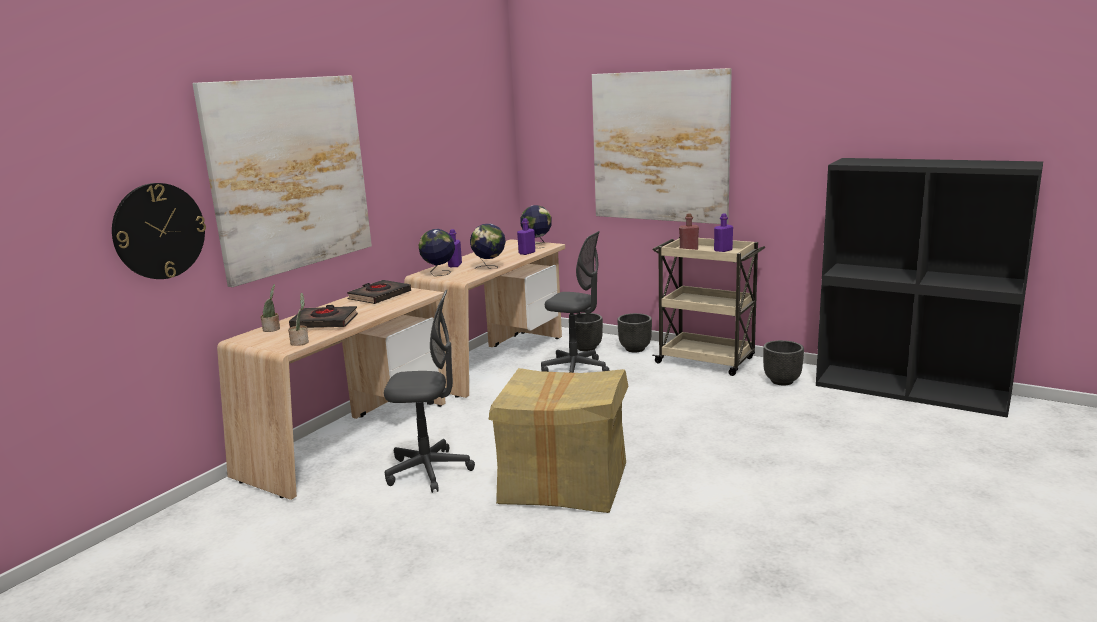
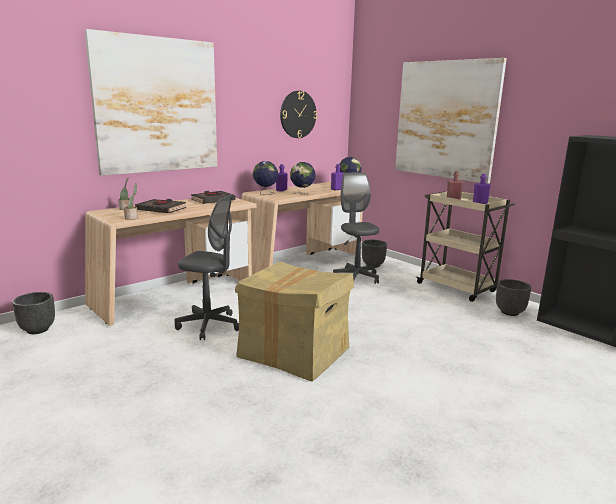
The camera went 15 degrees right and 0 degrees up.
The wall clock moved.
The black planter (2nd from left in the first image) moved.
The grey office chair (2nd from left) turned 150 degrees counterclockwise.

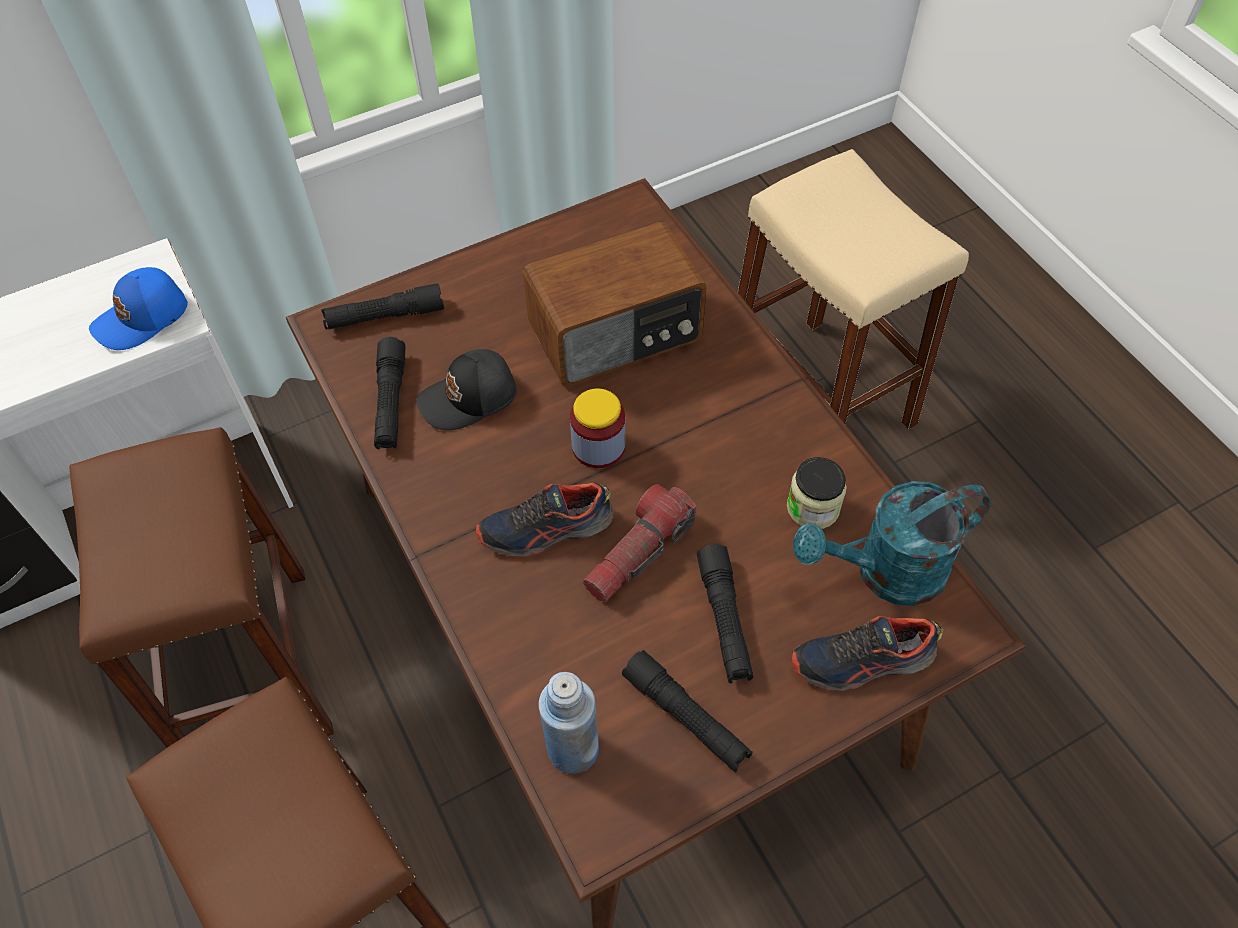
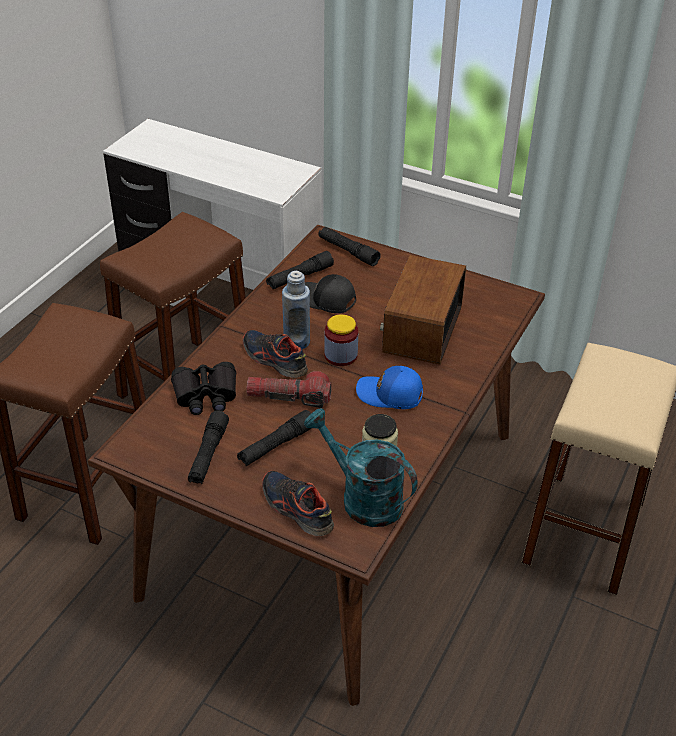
The camera went 55 degrees right and 15 degrees down.
The black binoculars appeared.
The blue cap moved.
The blue bottle moved.
The radio turned 75 degrees clockwise.

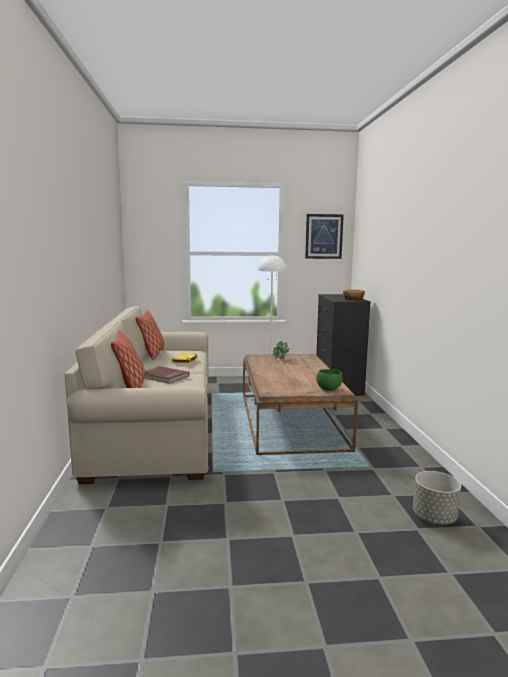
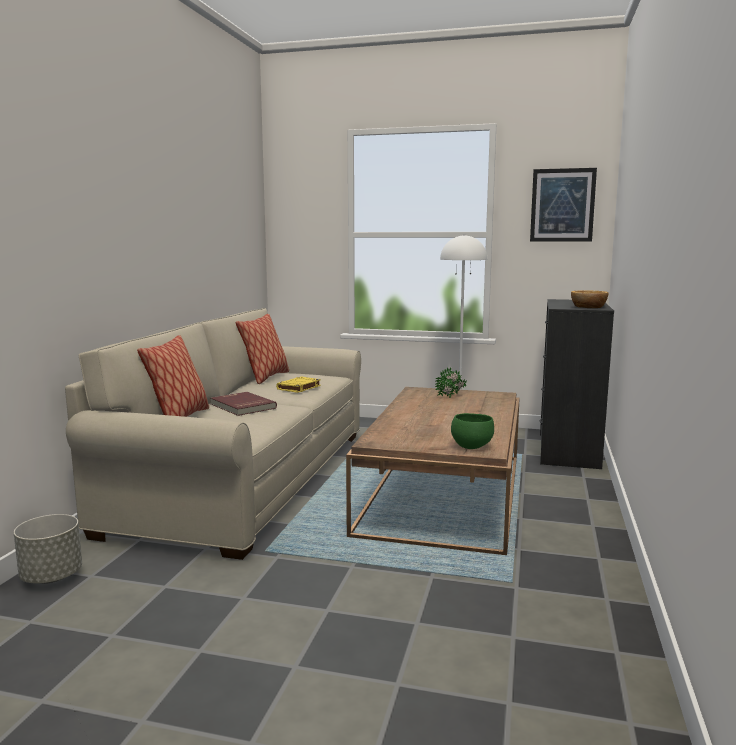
The camera went 20 degrees right and 0 degrees up.
The grey planter moved.

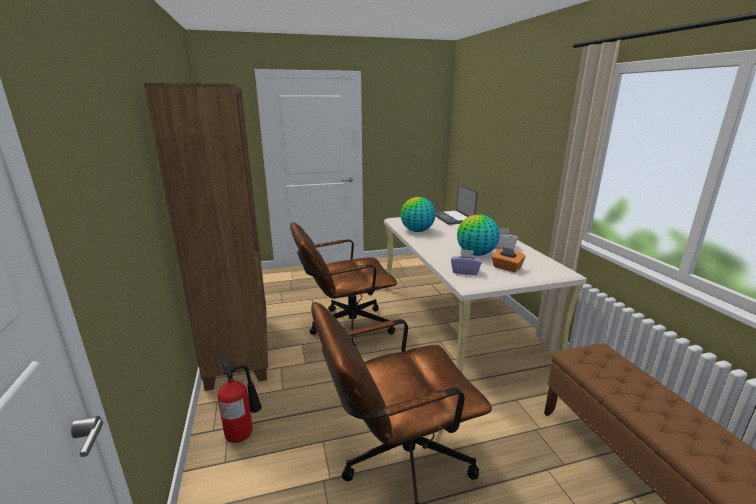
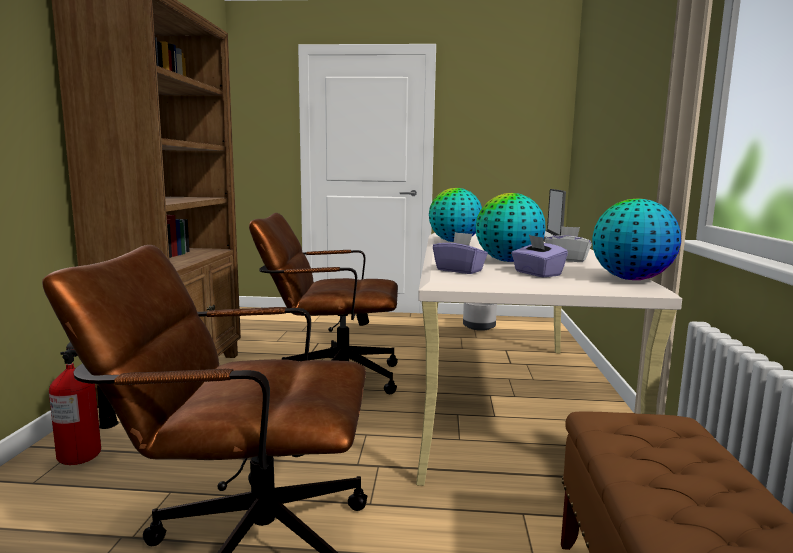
The camera went 20 degrees right and 10 degrees down.
The grey planter appeared.
The globe (3rd from left) appeared.
The orange tissue box became the purple tissue box (2nd from left).

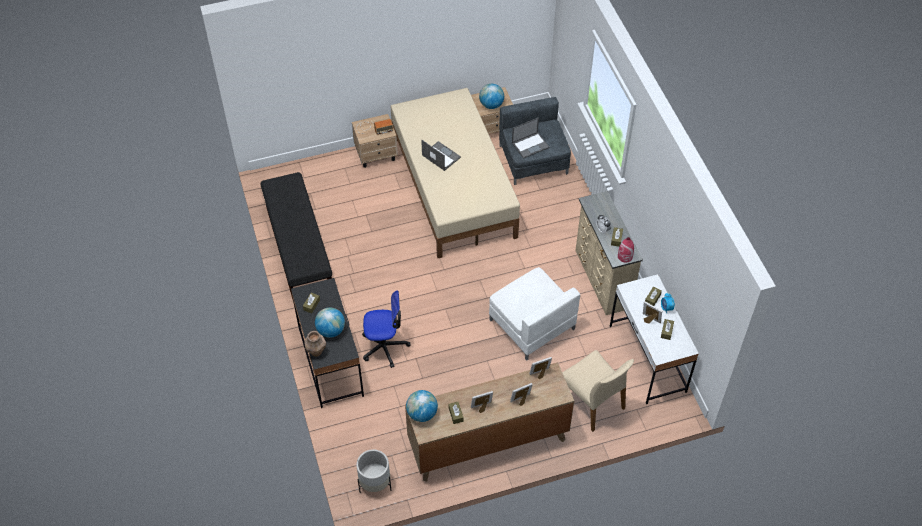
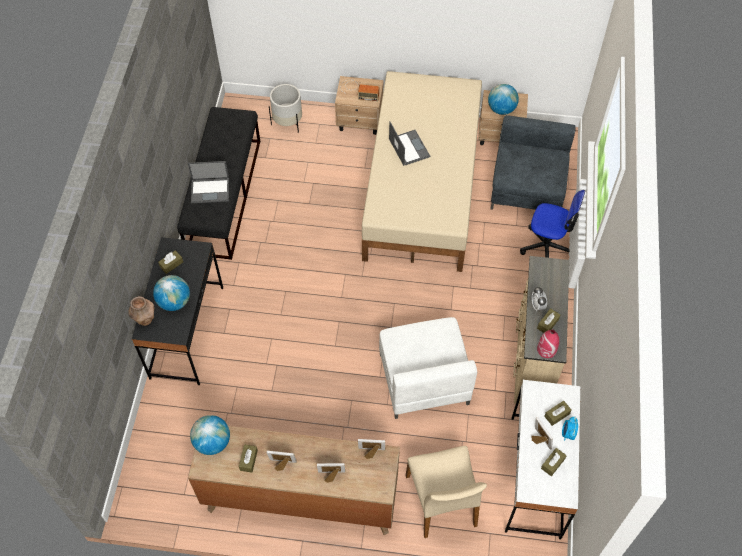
The camera went 25 degrees right and 5 degrees up.
The white planter moved.
The office chair moved.
The laptop (2nd from left in the first image) moved.

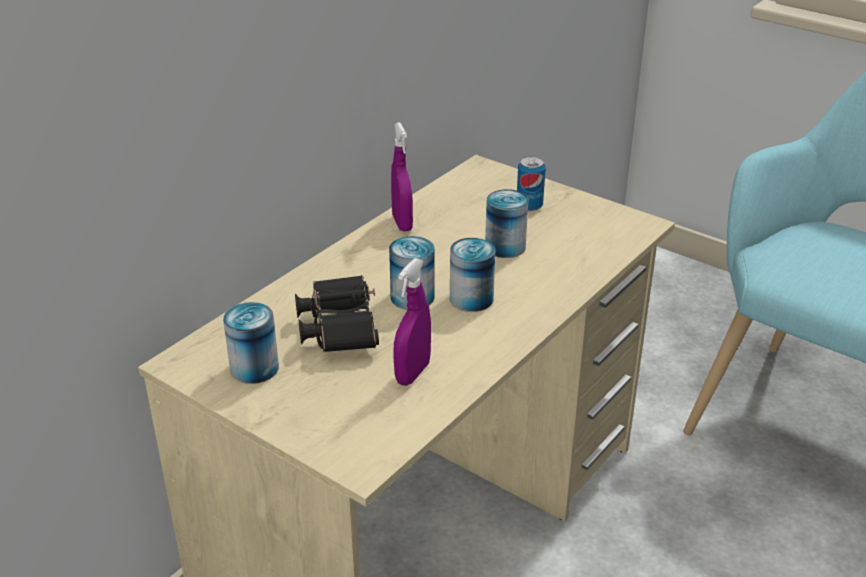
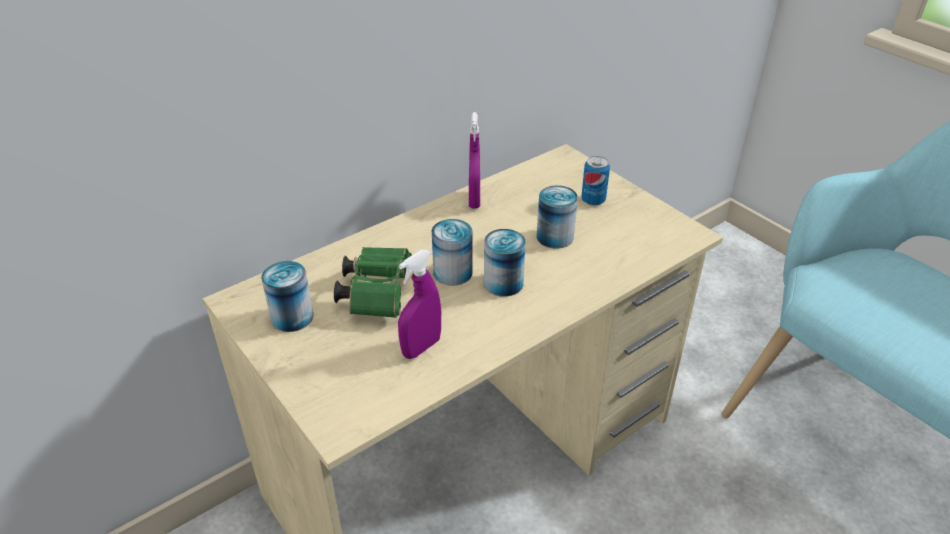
The camera went 15 degrees right and 5 degrees up.
The black binoculars became the green binoculars.

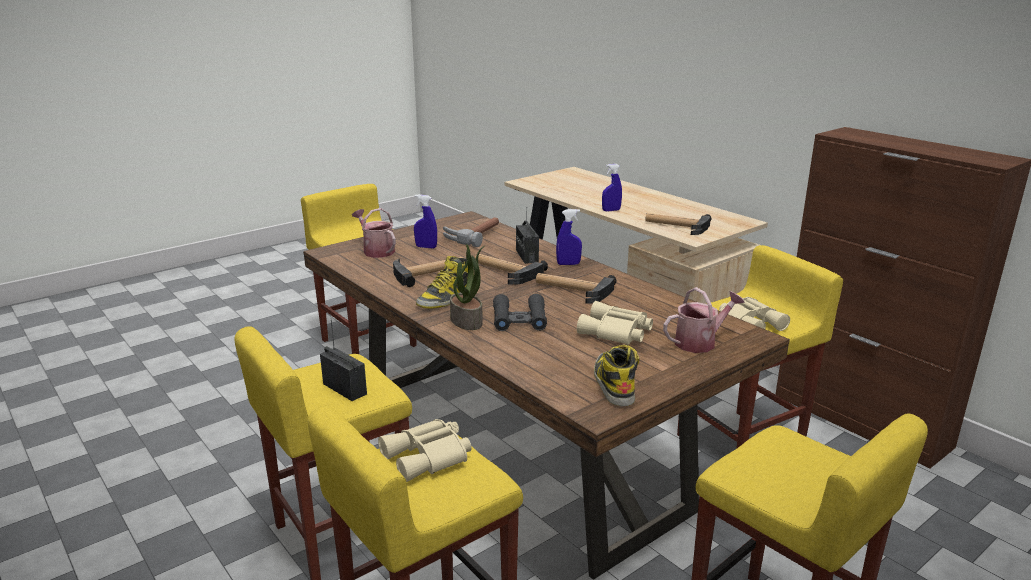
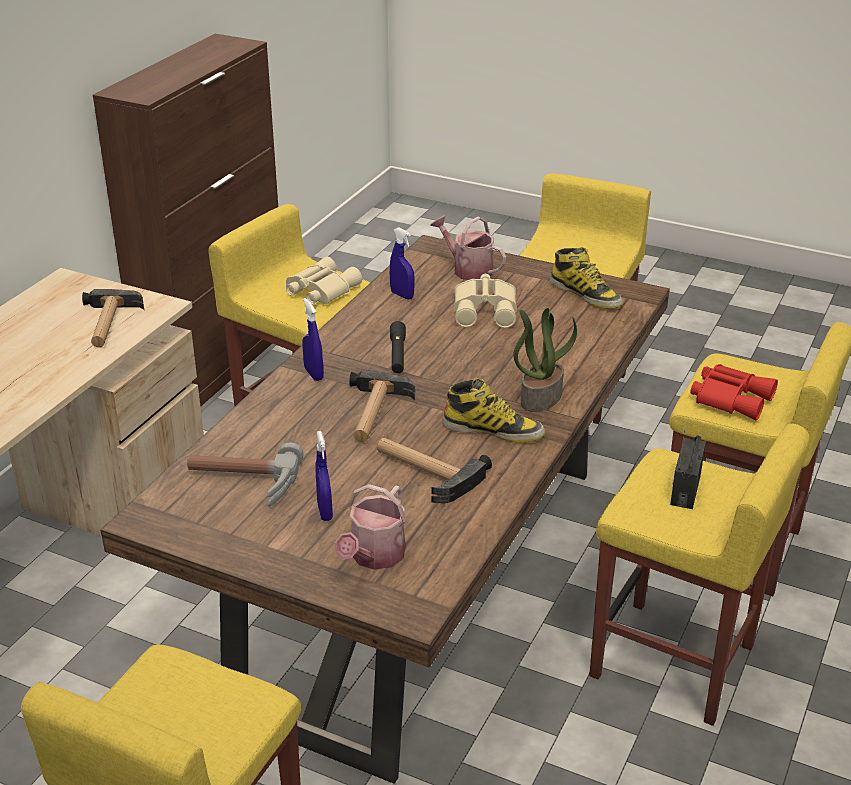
The camera went 115 degrees left and 10 degrees up.
The black binoculars disappeared.
The radio (2nd from left) disappeared.
The blue spray bottle (3rd from left) moved.
The hammer (4th from left) was replaced by the black flashlight.
The beige binoculars (1st from left) became the red binoculars.
The boot (2nd from left) turned 105 degrees counterclockwise.

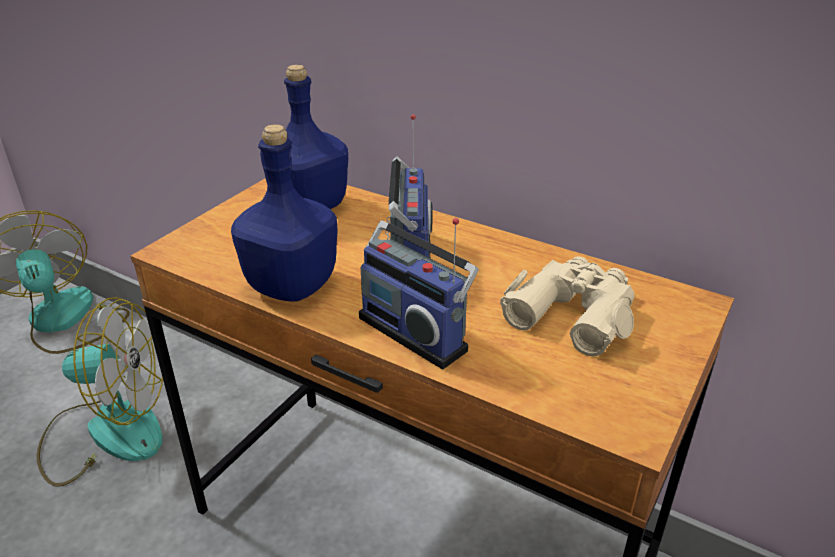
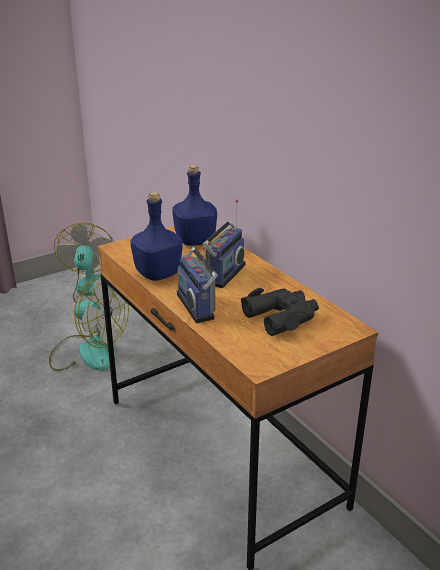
The camera went 25 degrees right and 5 degrees down.
The beige binoculars became the black binoculars.

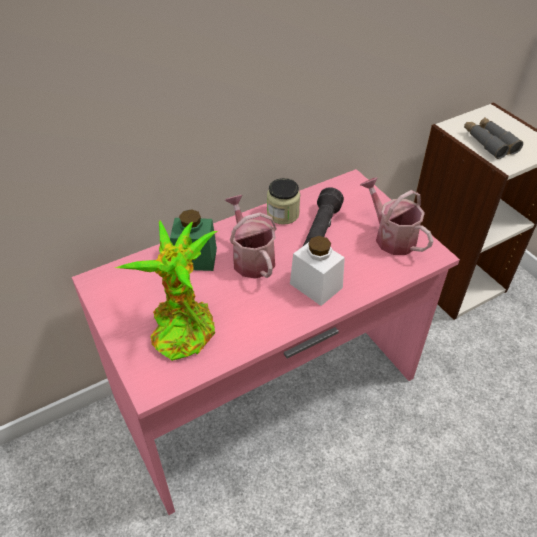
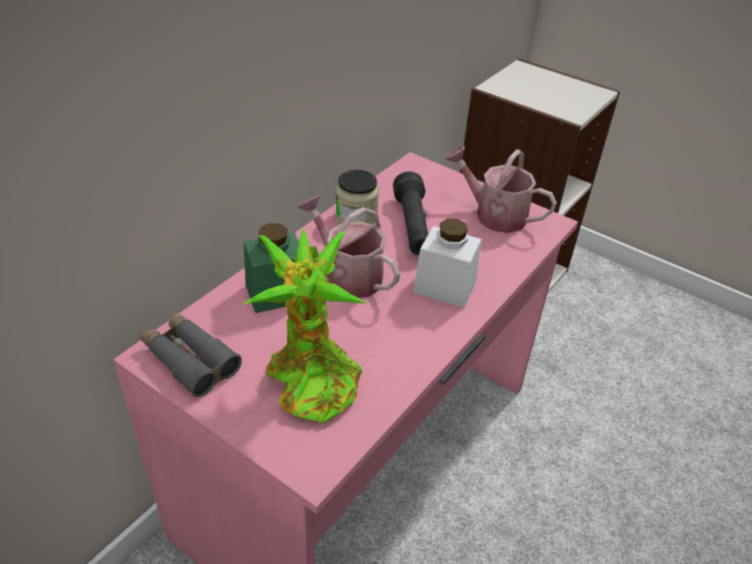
The camera went 25 degrees left and 5 degrees down.
The grey binoculars moved.

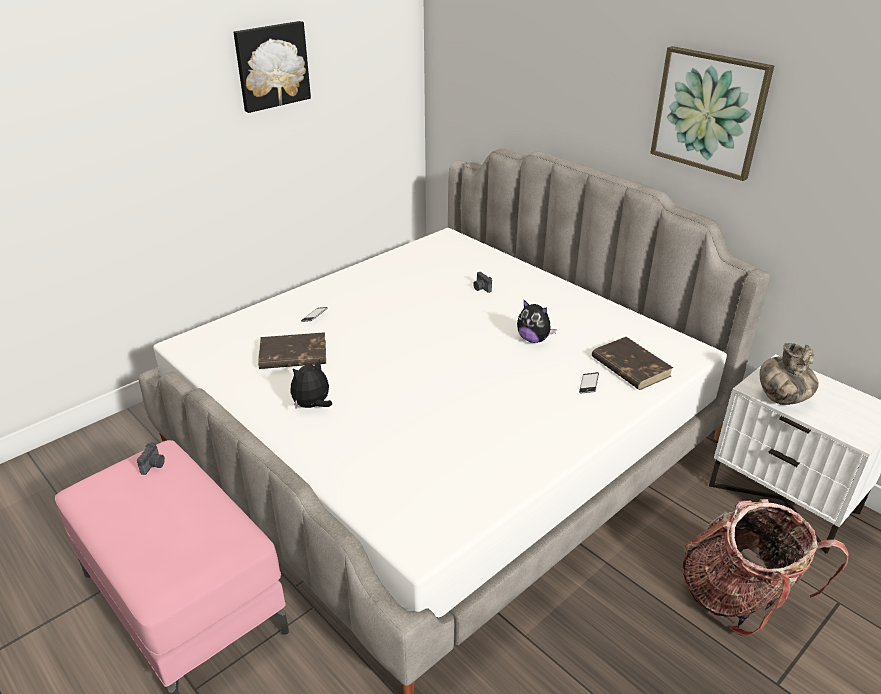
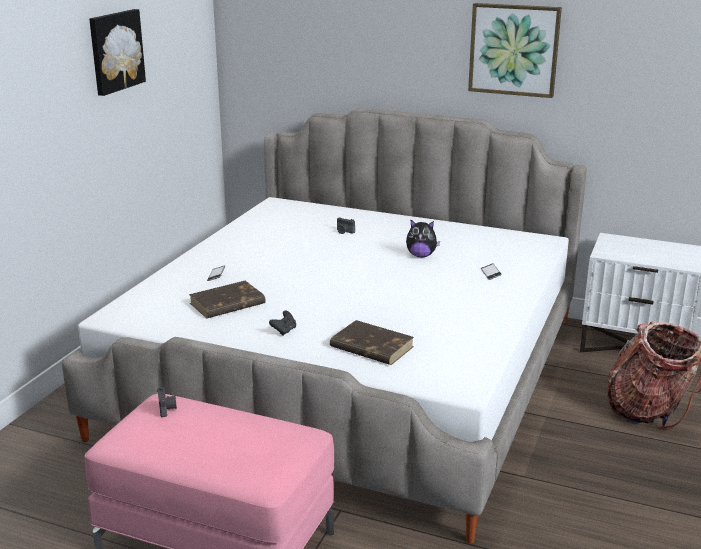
The camera went 25 degrees left and 10 degrees down.
The vase disappeared.
The brown book (2nd from left) moved.
The plush toy (1st from left) was replaced by the black game controller.

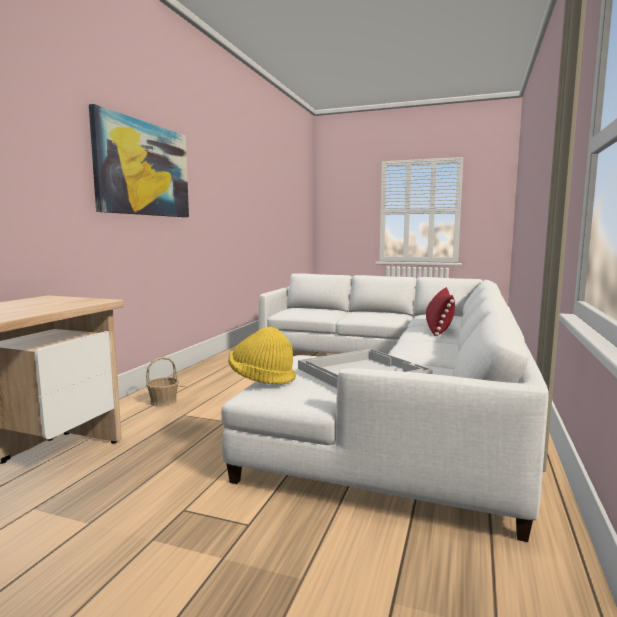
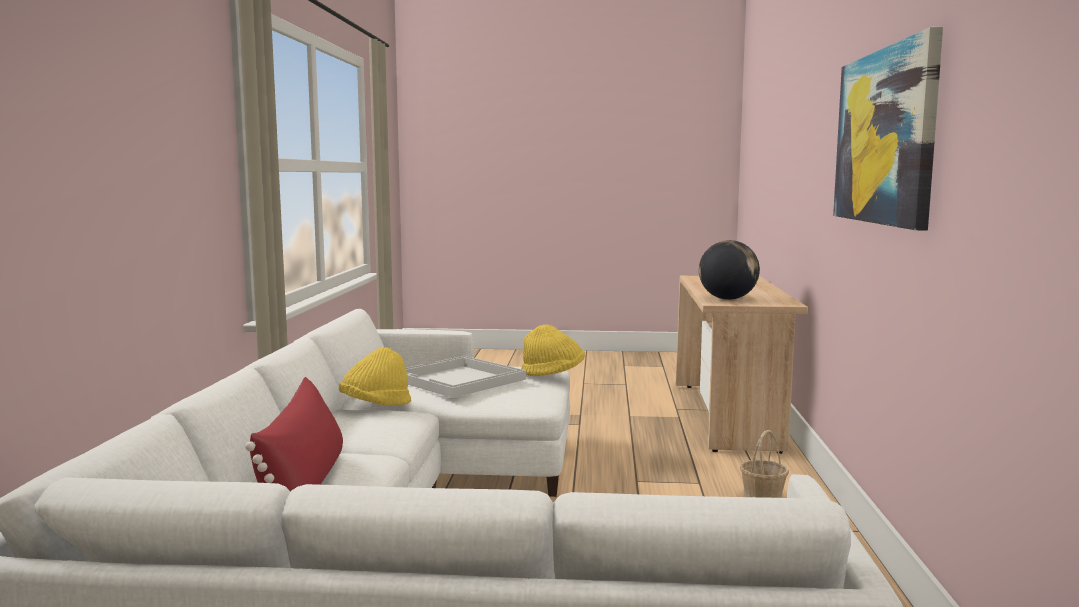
The camera went 165 degrees right and 0 degrees up.
The yellow hat (1st from left) appeared.
The globe appeared.

